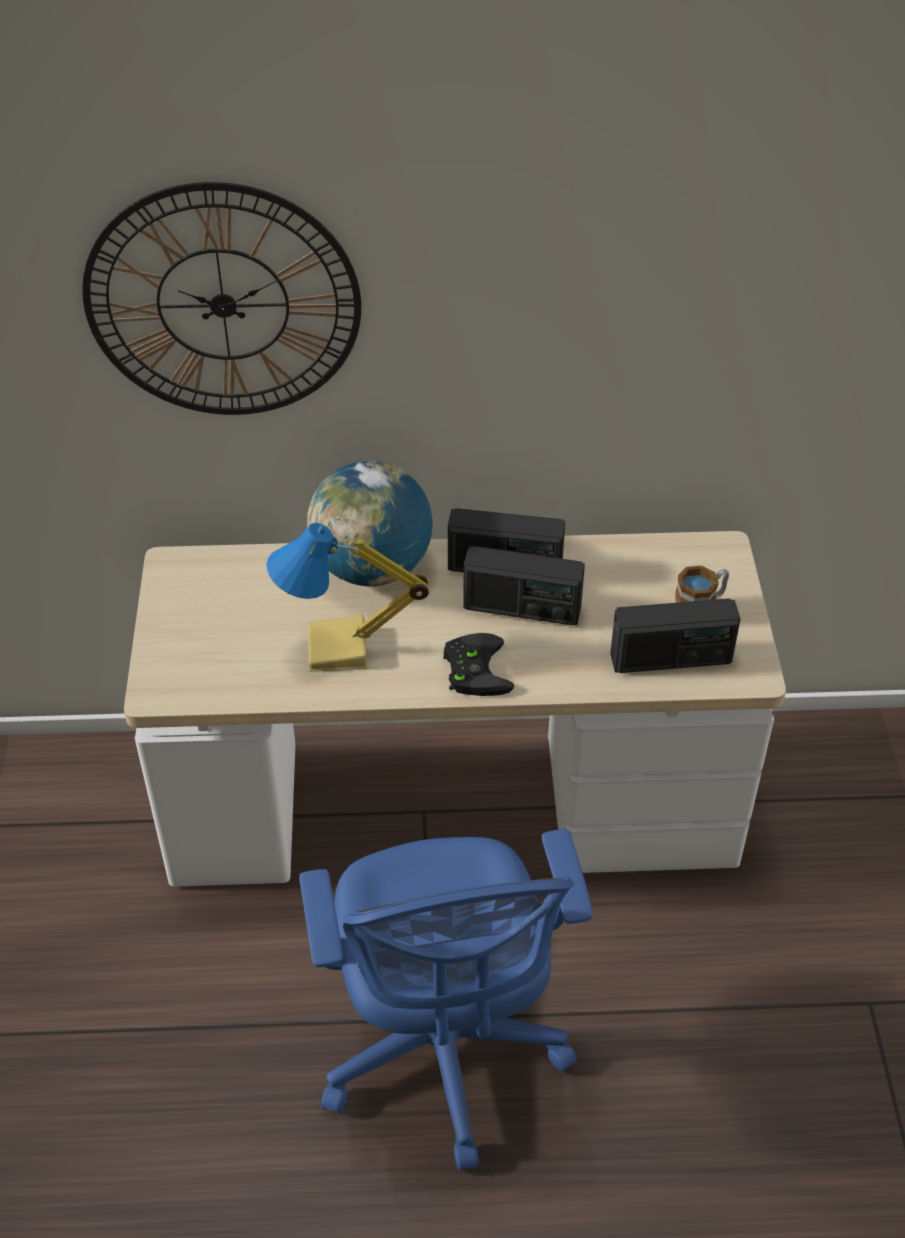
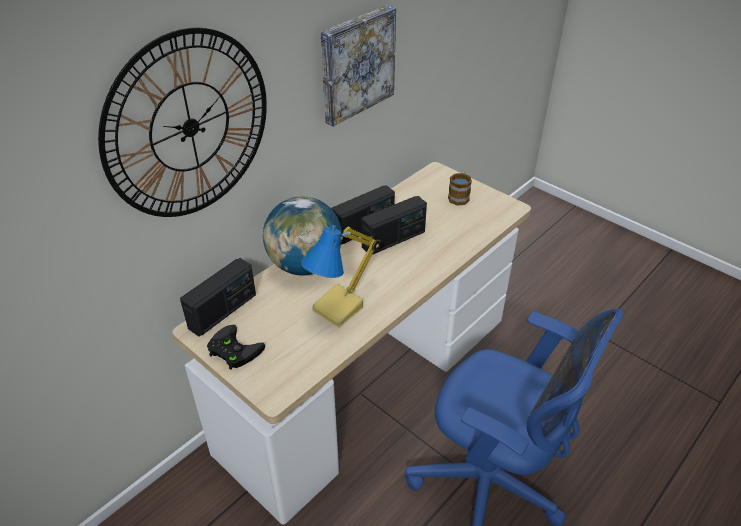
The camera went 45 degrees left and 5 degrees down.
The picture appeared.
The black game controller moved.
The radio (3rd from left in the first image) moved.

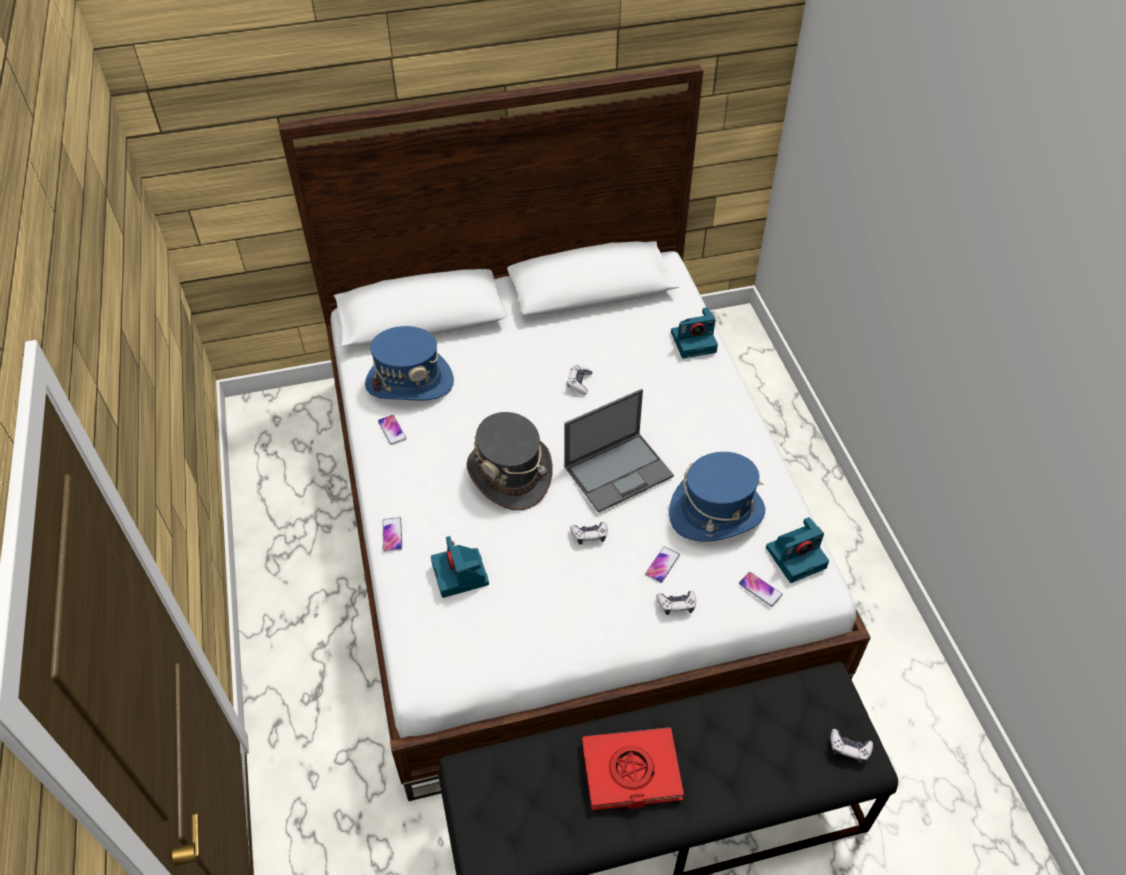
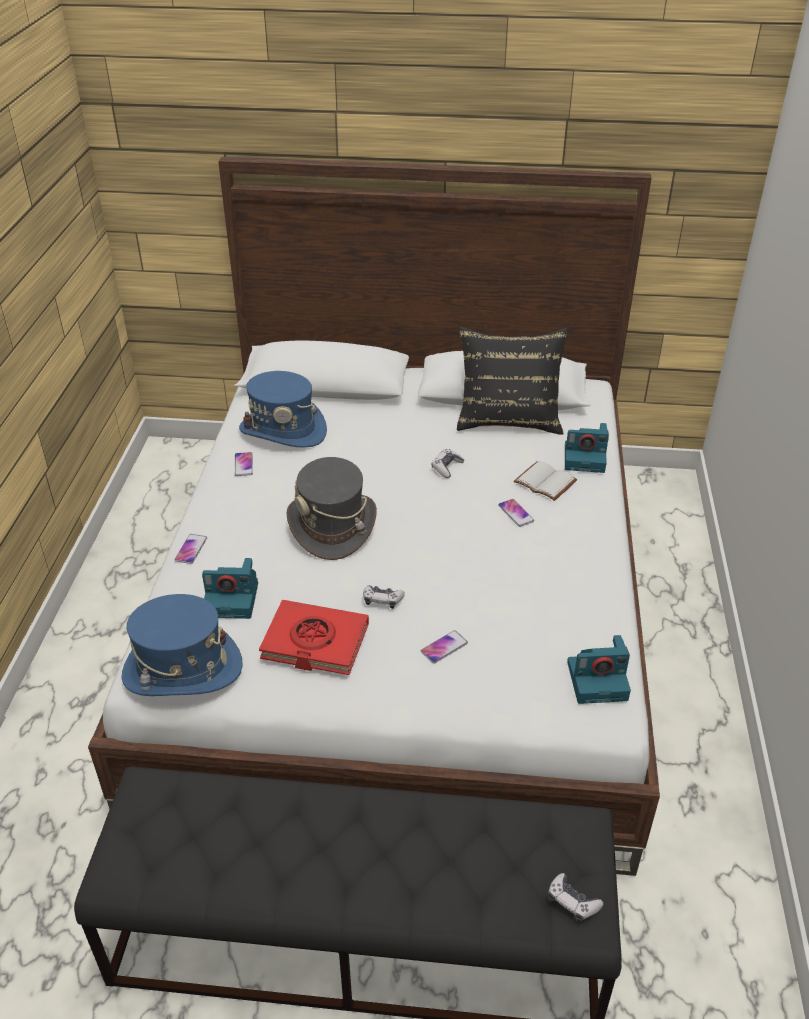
The camera went 20 degrees right and 10 degrees down.
The laptop disappeared.
The game controller (3rd from left) disappeared.
The black pillow appeared.
The white book appeared.
The red book moved.
The blue hat (2nd from left in the first image) moved.
The phone (4th from left) moved.
The photo camera (1st from left) turned 90 degrees counterclockwise.

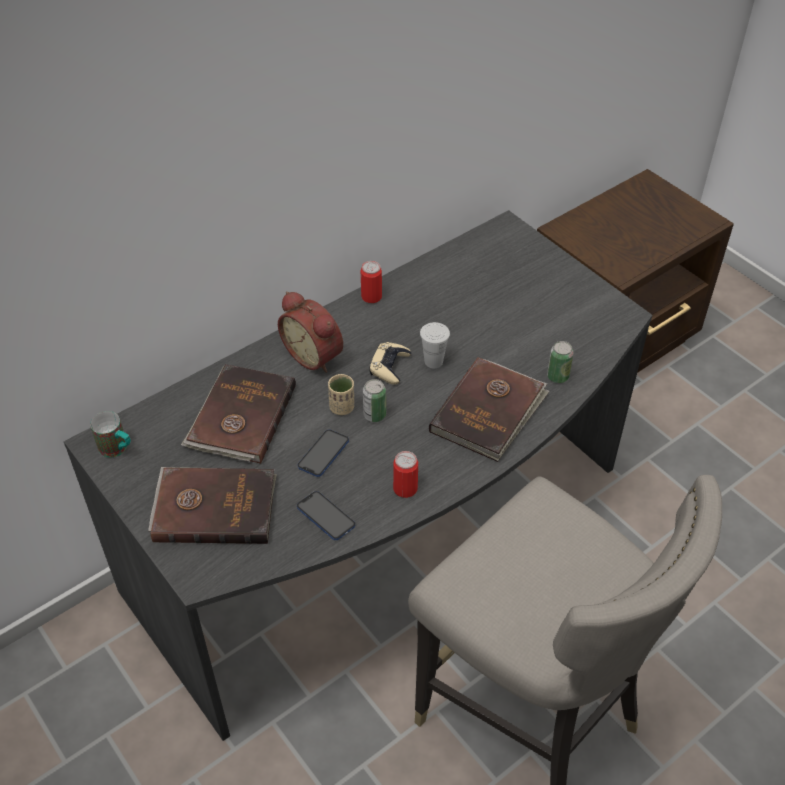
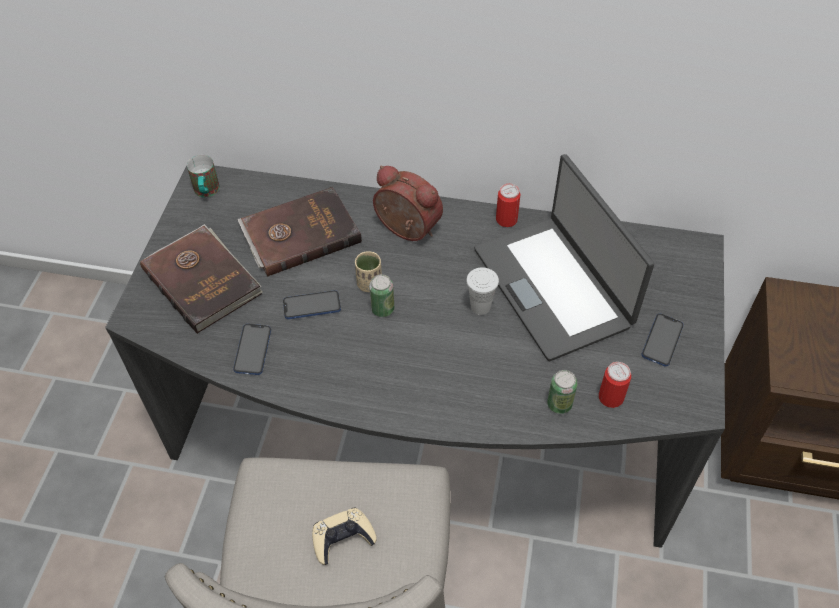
The camera went 50 degrees right and 5 degrees up.
The brown book (3rd from left) disappeared.
The laptop appeared.
The phone (3rd from left) appeared.
The beige game controller moved.
The can (3rd from left in the first image) moved.
The alarm clock turned 120 degrees clockwise.

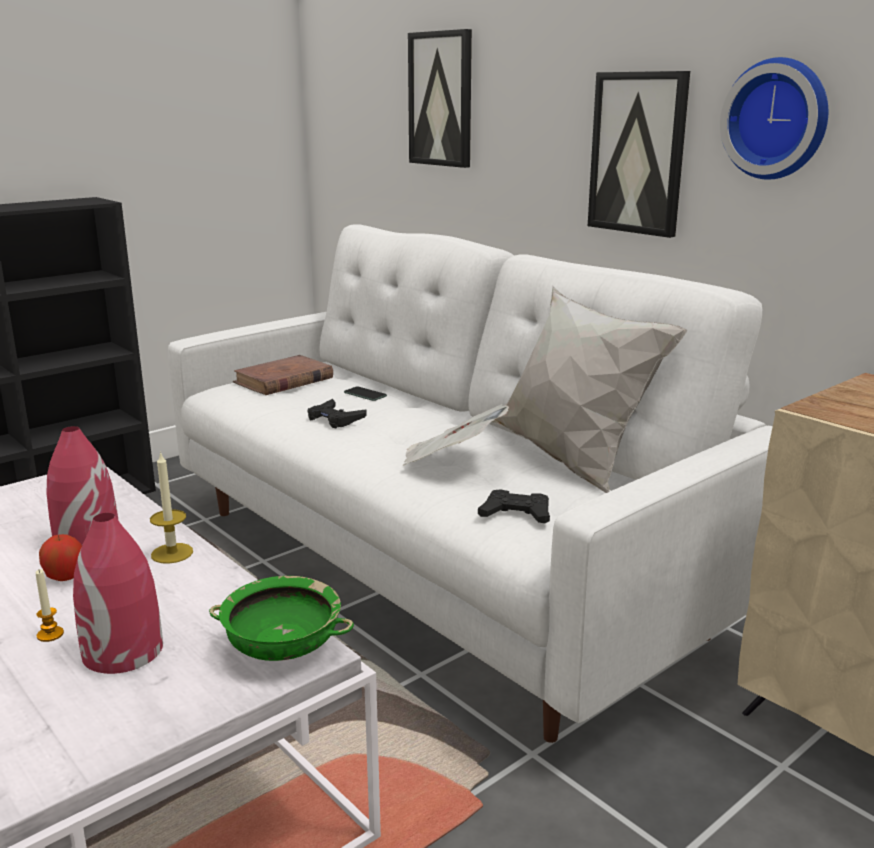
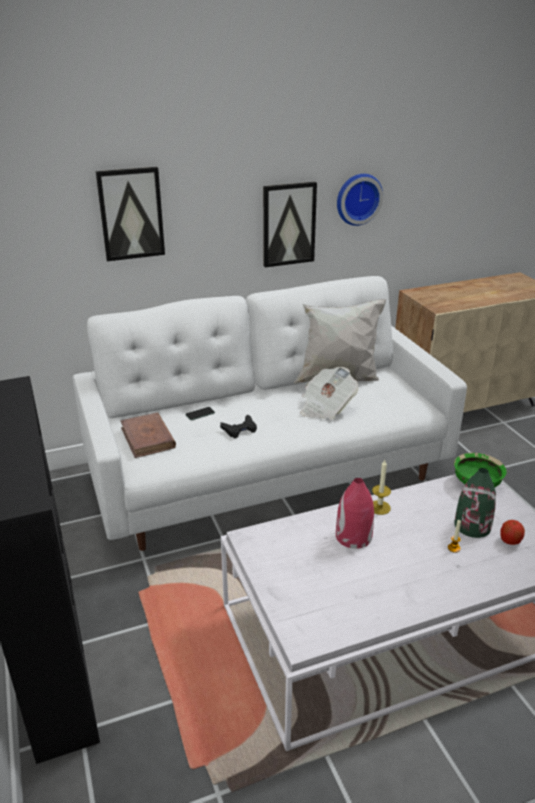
The camera went 70 degrees left and 10 degrees up.
The black game controller (2nd from left) disappeared.
The apple moved.
The red vase (2nd from left) became the green vase.

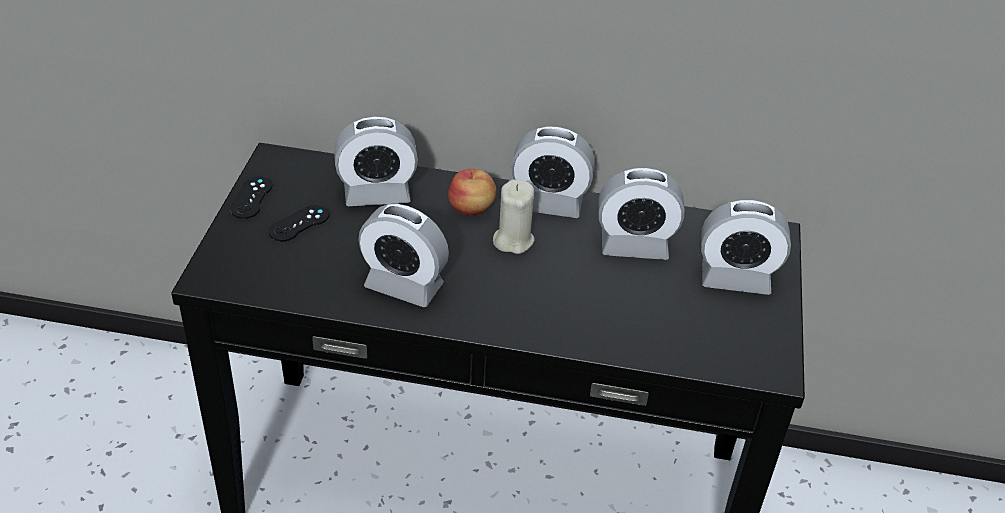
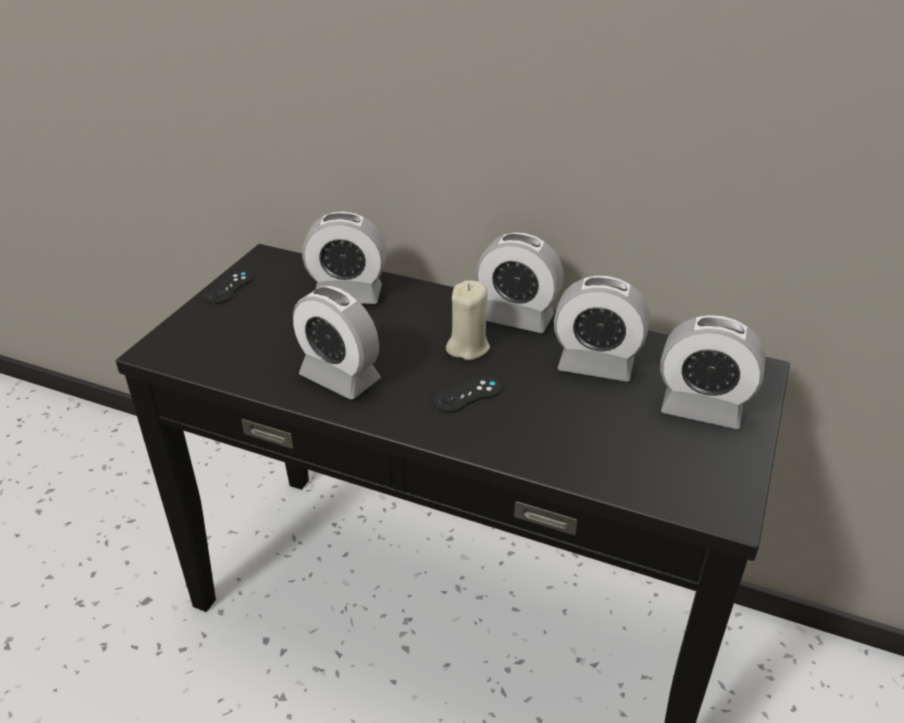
The camera went 15 degrees right and 5 degrees down.
The apple disappeared.
The black game controller (2nd from left) moved.

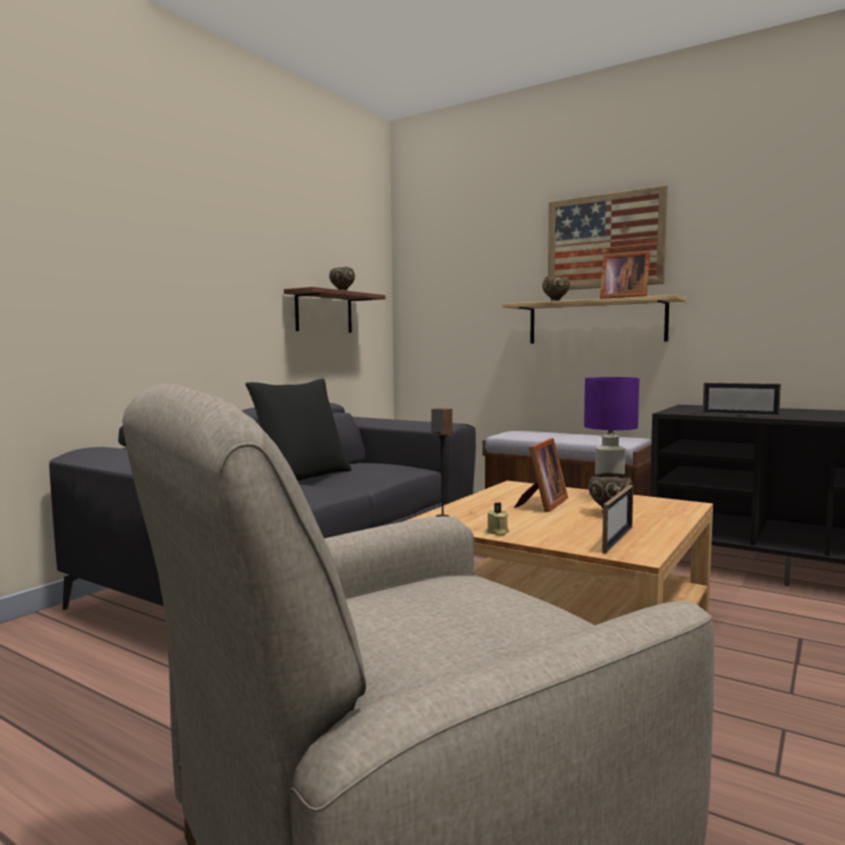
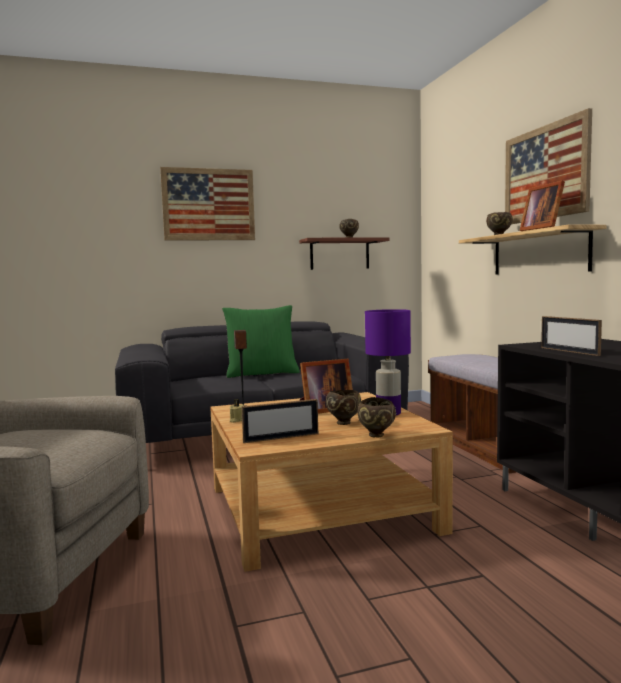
The camera went 40 degrees right and 0 degrees up.
The picture (1st from left) appeared.
The brown bowl (3rd from left) appeared.
The black pillow became the green pillow.

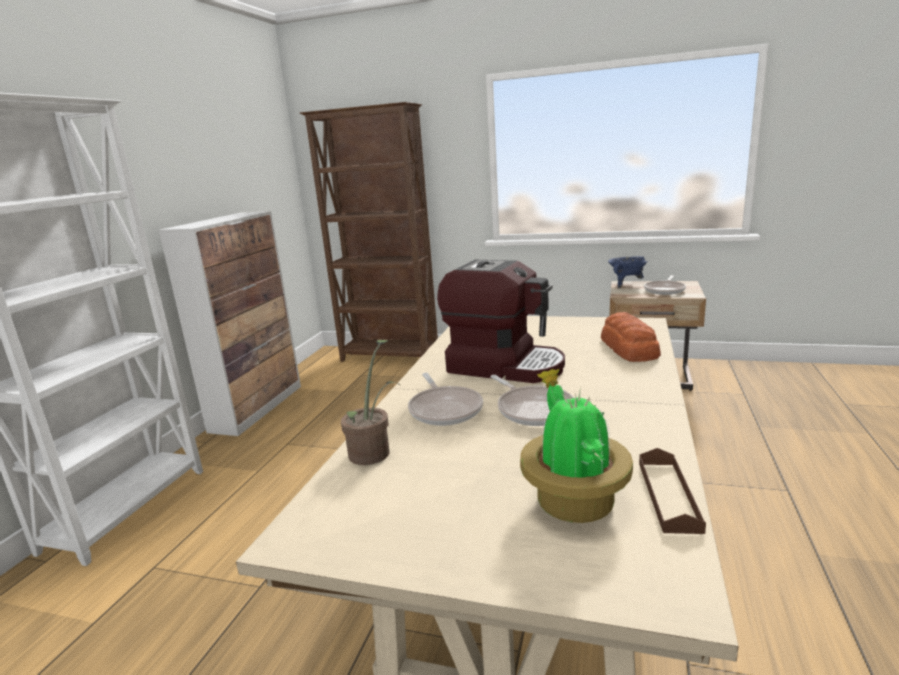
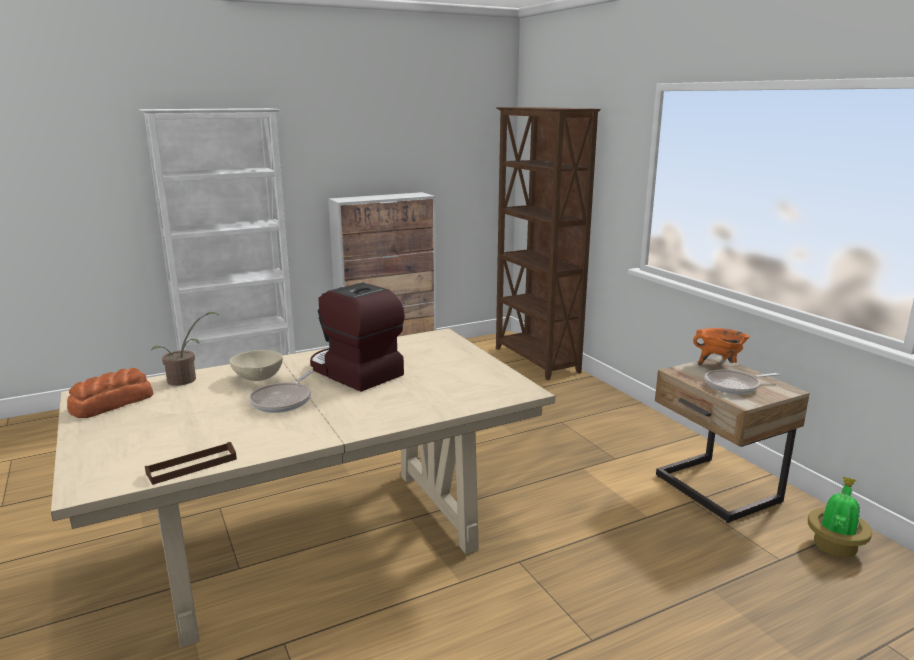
The camera went 45 degrees right and 0 degrees up.
The potted plant (2nd from left) moved.
The bread moved.
The frying pan (1st from left) was replaced by the beige bowl.
The blue cooking pot became the orange cooking pot.
The coffee machine turned 150 degrees clockwise.

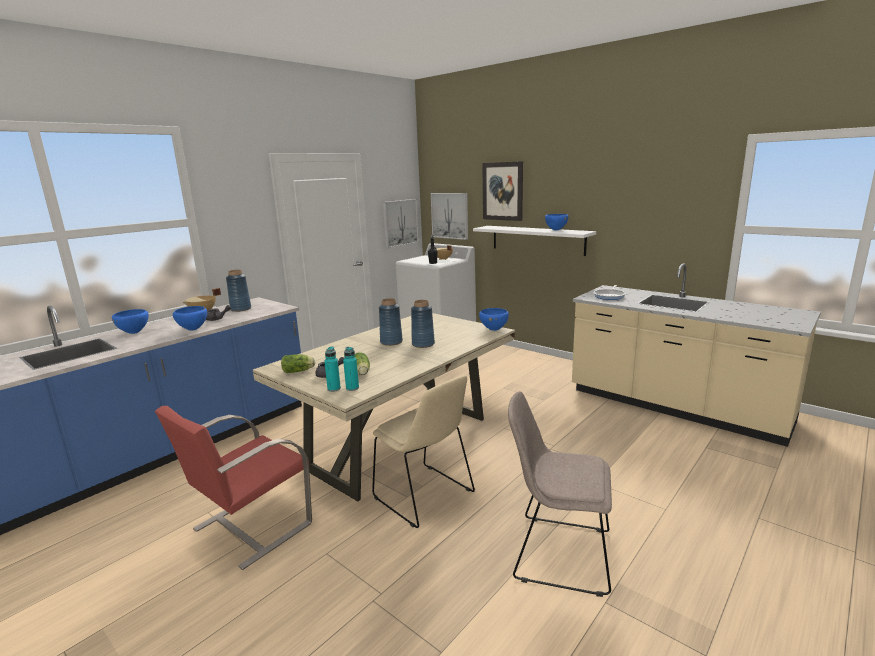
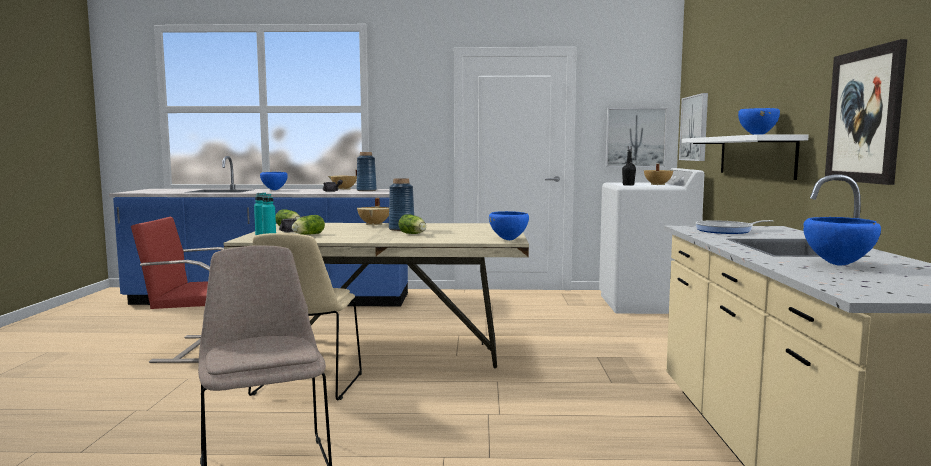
The camera went 50 degrees right and 10 degrees down.
The beige cooking pot (2nd from left) appeared.
The blue bowl (2nd from left in the first image) moved.
The picture (3rd from left) moved.
The blue vase (3rd from left) was replaced by the lettuce (3rd from left).

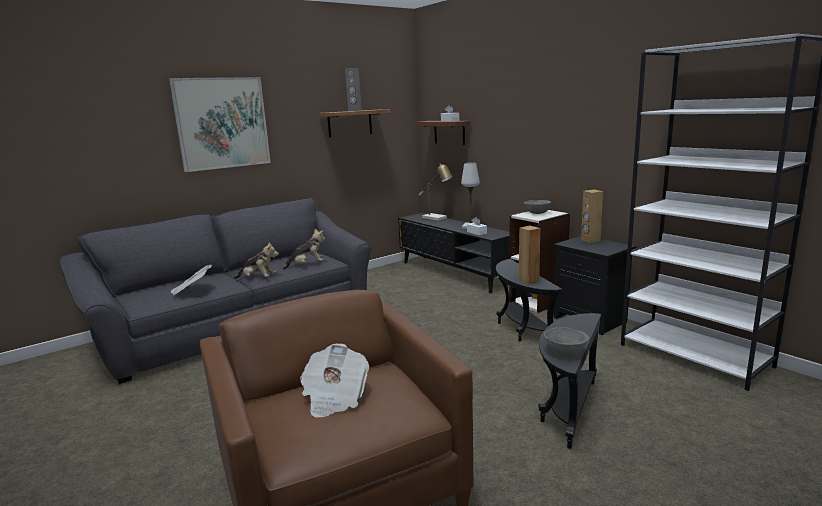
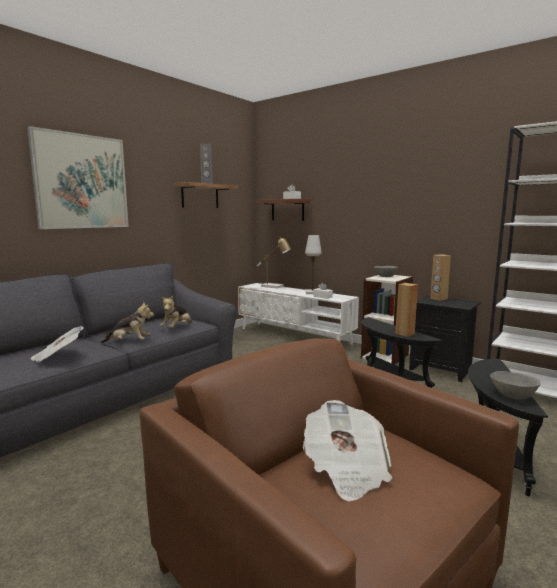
The camera went 15 degrees left and 5 degrees down.
The black tv stand became the white tv stand.
The plush toy (2nd from left) turned 150 degrees clockwise.

